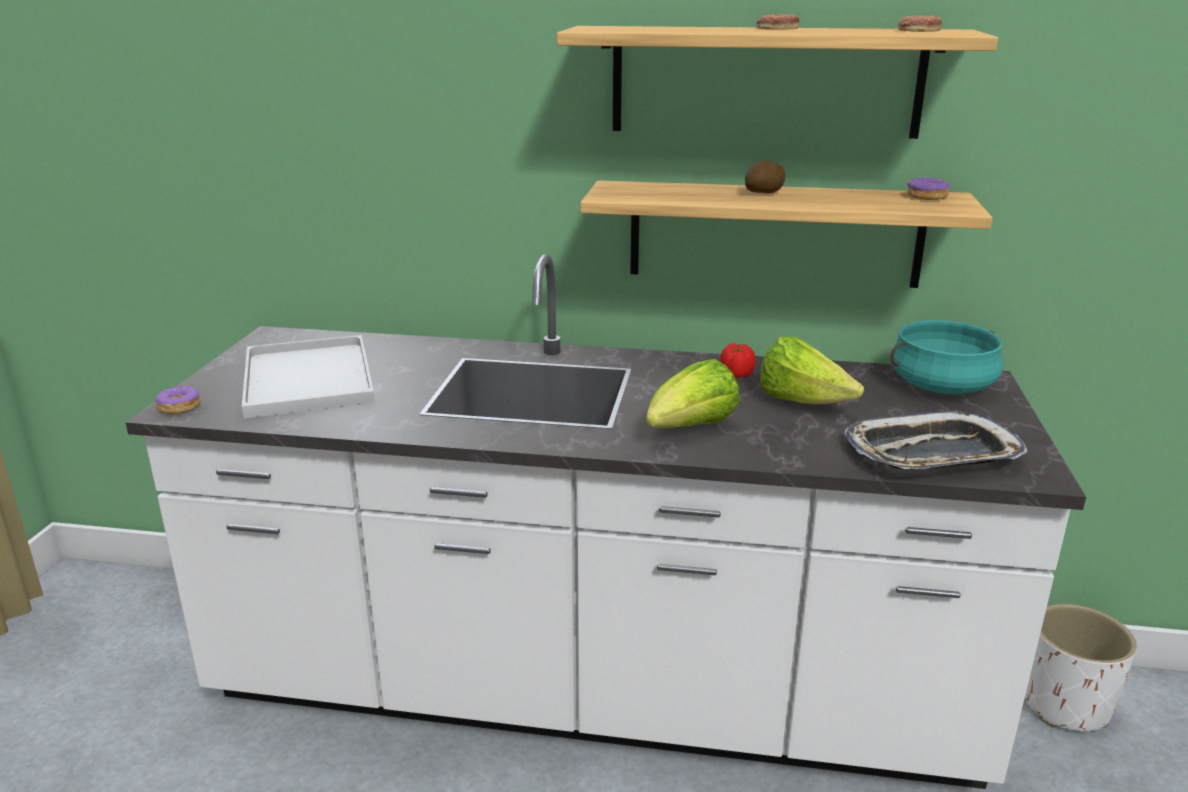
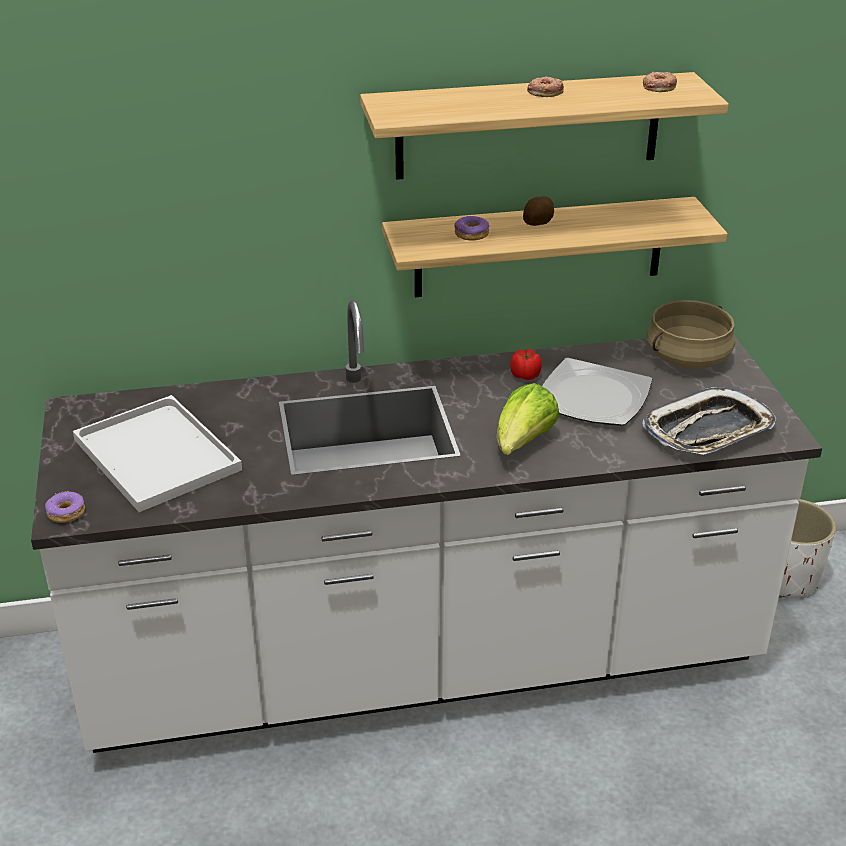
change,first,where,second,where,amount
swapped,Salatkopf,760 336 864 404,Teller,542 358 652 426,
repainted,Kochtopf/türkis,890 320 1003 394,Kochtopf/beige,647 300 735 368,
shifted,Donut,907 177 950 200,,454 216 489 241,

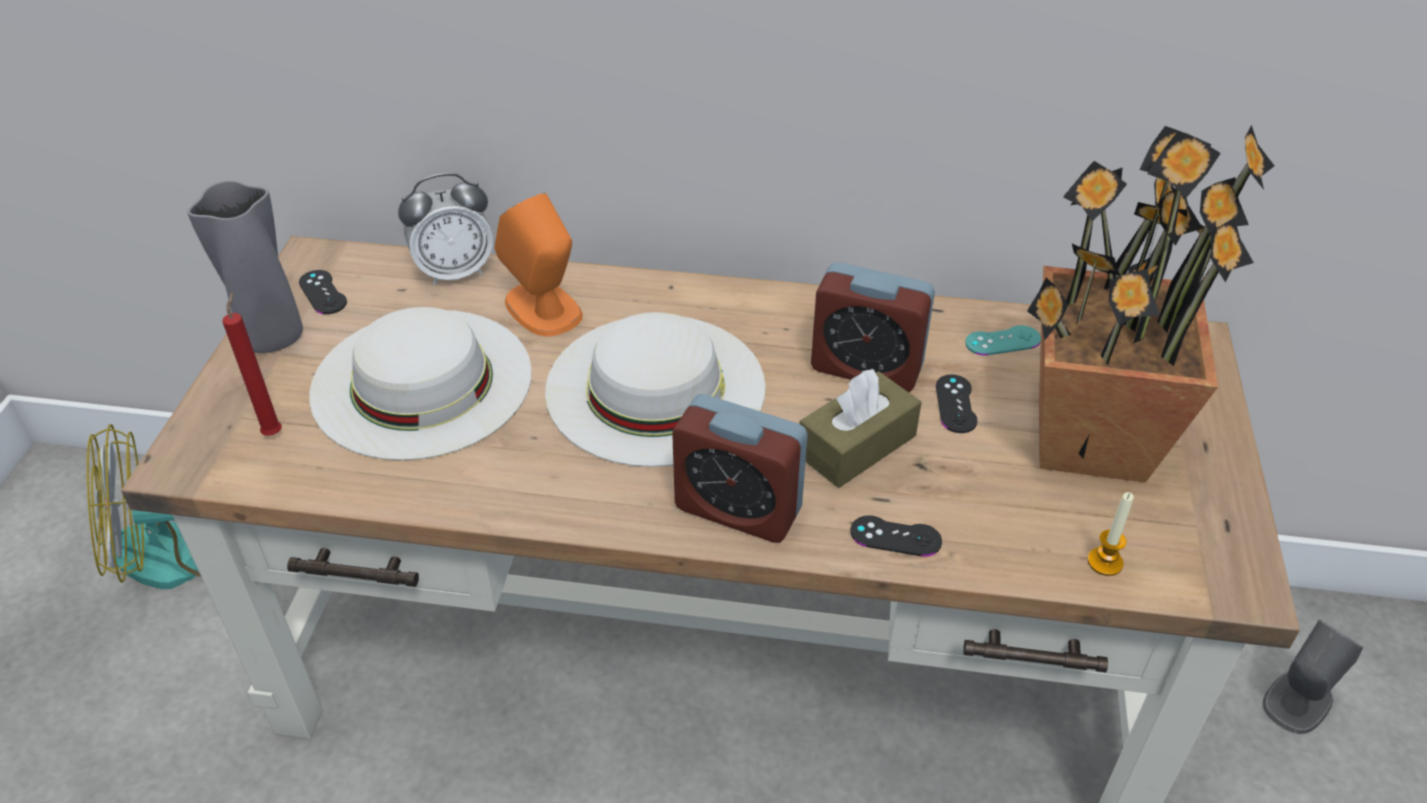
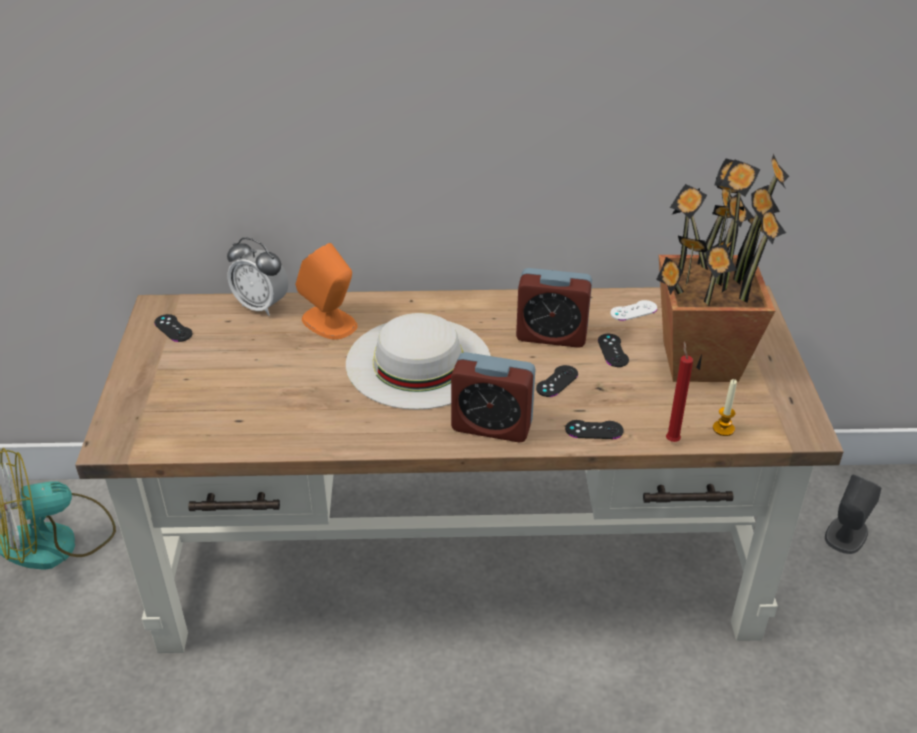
change,first,where,second,where,amount
gone,Vase/grau,187 181 303 353,,,
shifted,Kerze/rot,222 292 282 436,,666 341 693 442,
gone,Hut/weiß,309 307 532 460,,,
rotated,Wecker,398 173 493 285,,227 237 288 316,60 degrees clockwise
swapped,Taschentuchbox/braun,799 369 921 488,Gamepad/schwarz,536 365 578 397,
repainted,Gamepad/türkis,965 325 1041 356,Gamepad/weiß,610 300 657 321,

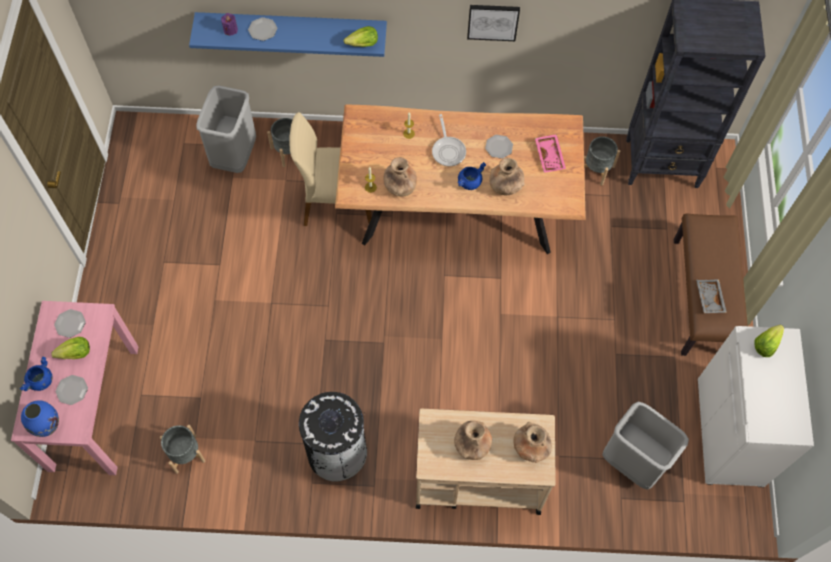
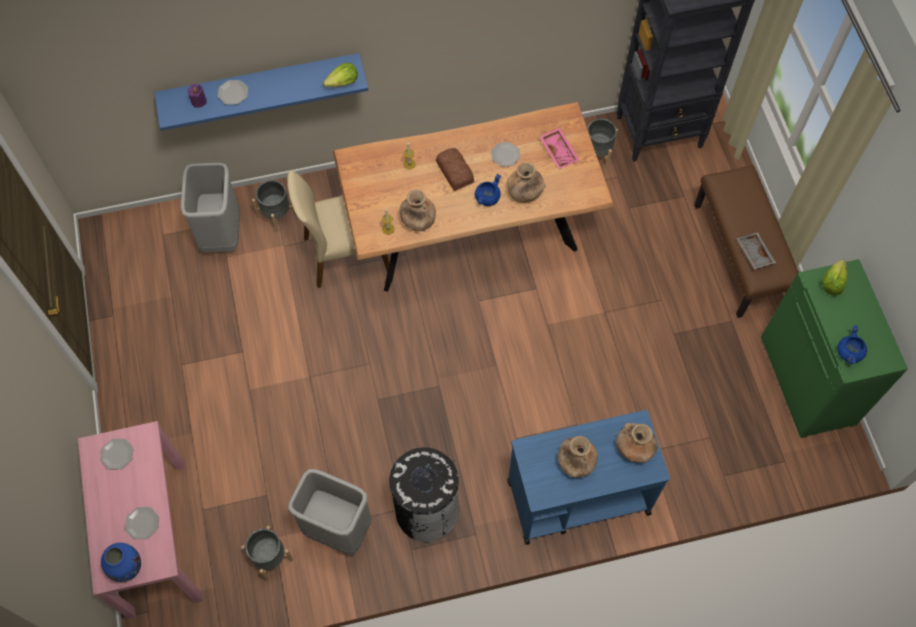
change,first,where,second,where,amount
shifted,Kochtopf/blau,20 356 53 391,,837 325 867 365,
gone,Salatkopf,51 337 90 359,,,
repainted,Rollwagen/beige,416 409 556 515,Rollwagen/blau,507 410 670 545,
swapped,Pfanne,432 114 466 167,Brot,436 148 474 191,
gone,Bild,467 5 520 41,,,
shifted,Mülleimer/grau,602 402 689 490,,288 469 371 554,
repainted,Schrank/weiß,698 326 814 487,Schrank/grün,761 259 908 438,

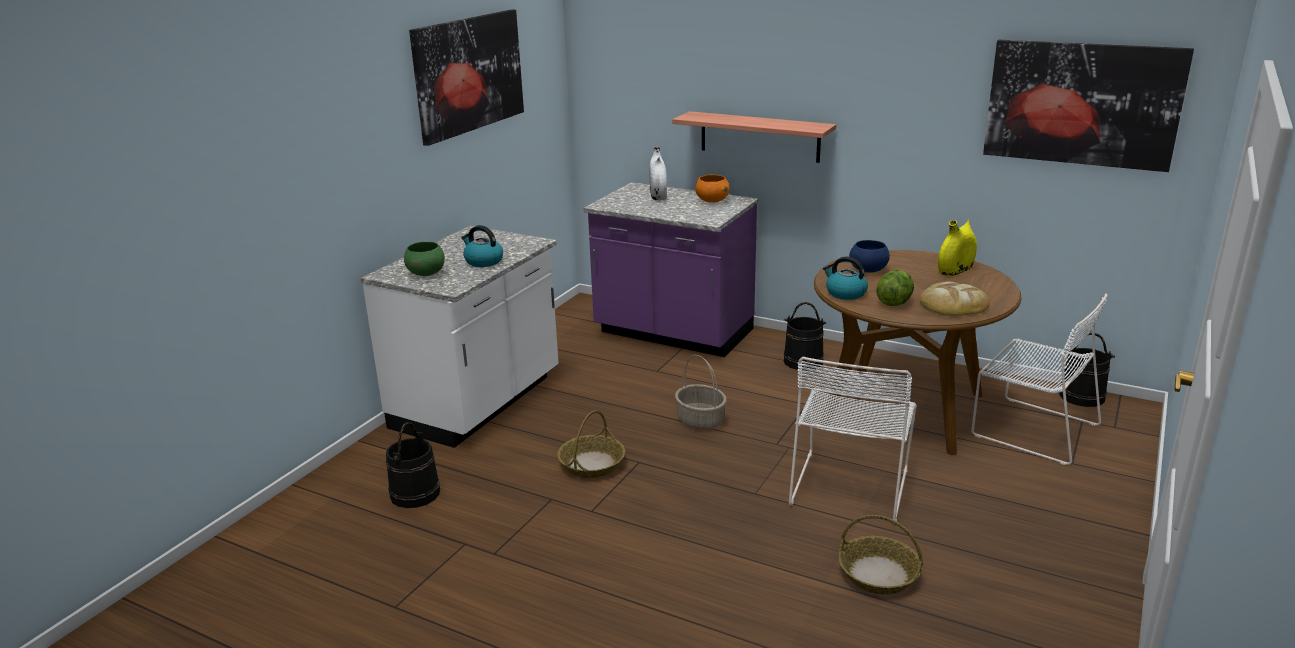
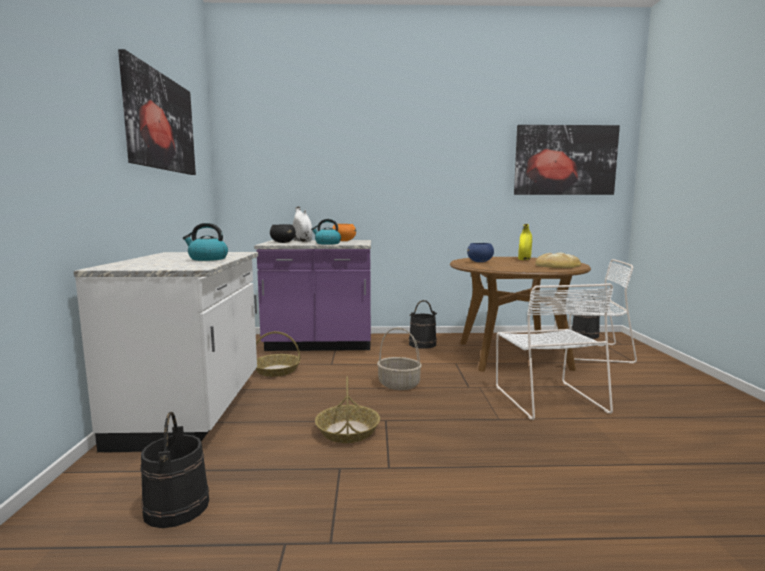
change,first,where,second,where,amount
gone,Schüssel/grün,404 242 445 276,,,
gone,Wandregal,672 111 836 163,,,
shifted,Wasserkessel,823 257 868 300,,311 219 341 245,
shifted,Korb,838 515 923 595,,256 331 301 377,
gone,Salatkopf,876 270 914 306,,,
new,,,Schüssel/schwarz,270 224 296 243,

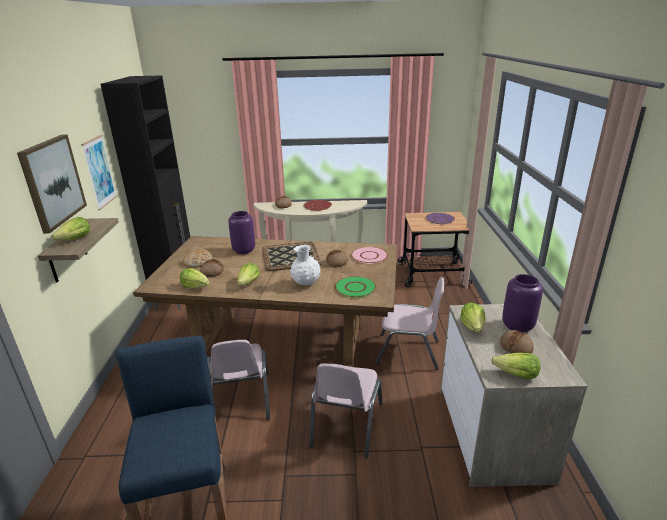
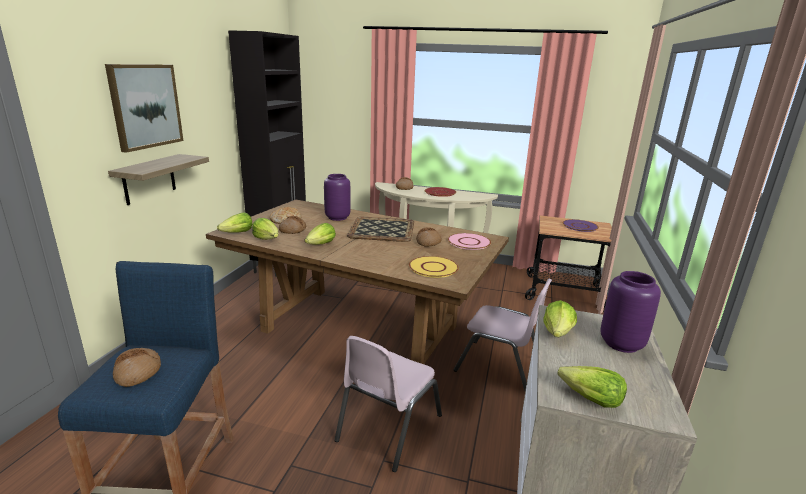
change,first,where,second,where,amount
shifted,Salatkopf,51 217 90 240,,217 212 252 233,
gone,Bild,81 135 117 210,,,
gone,Stuhl/rosa,207 340 270 423,,,
gone,Vase/weiß,290 245 321 285,,,
repainted,Teller/grün,335 276 376 298,Teller/gelb,409 256 459 278,
shifted,Brot,500 330 534 354,,113 348 161 387,

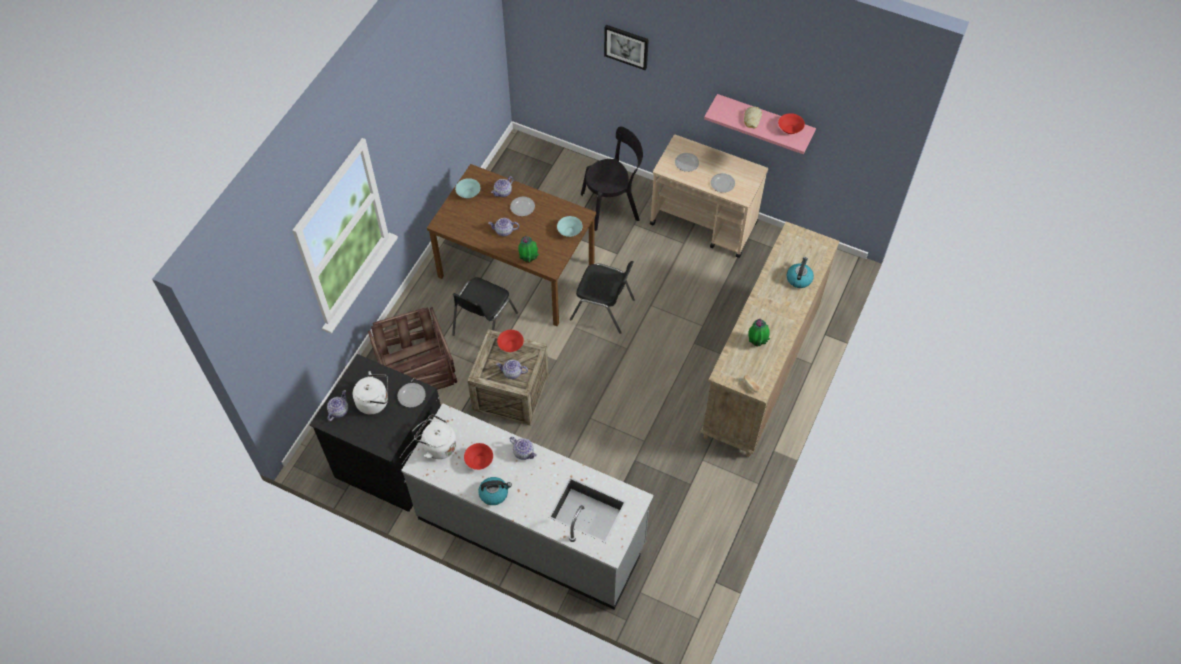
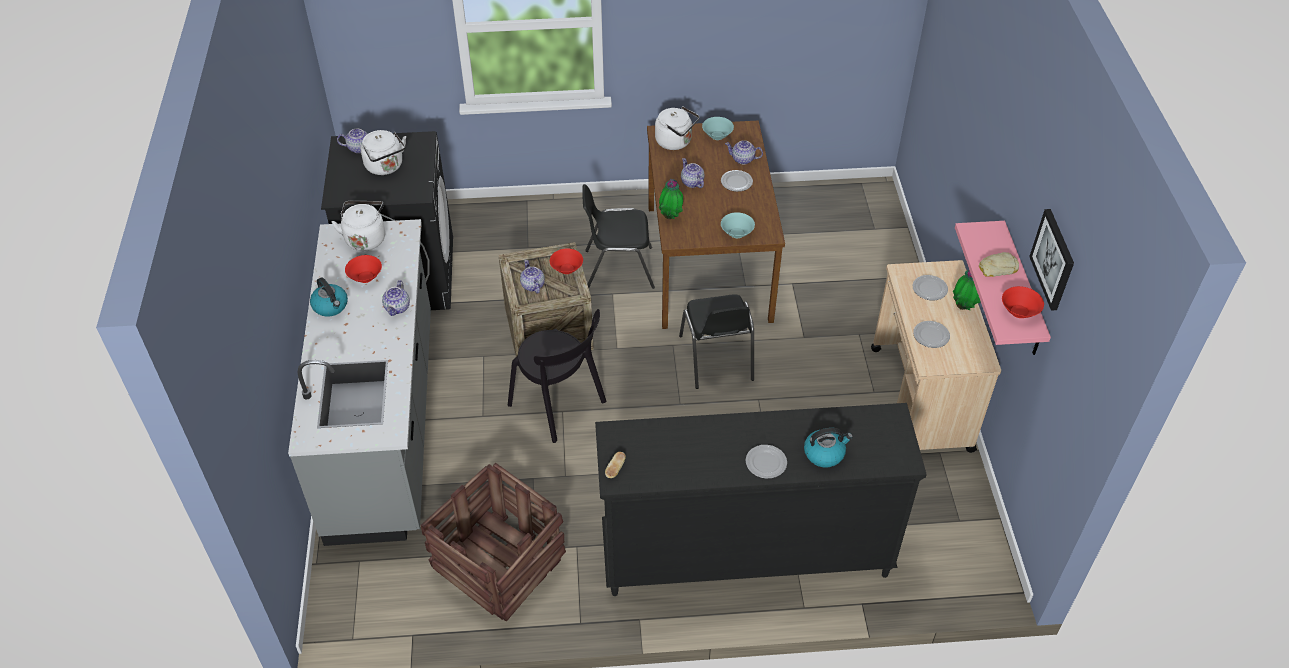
change,first,where,second,where,amount
shifted,Kiste,368 307 457 390,,421 463 566 622,
shifted,Teller,398 383 426 408,,746 445 787 479,
shifted,Stuhl/schwarz,581 126 643 231,,508 309 606 443,
shifted,Bild,604 25 649 70,,1029 209 1074 311,
repainted,Kommode/beige,700 221 840 457,Kommode/schwarz,595 403 927 596,
shifted,Topfpflanze,748 319 770 346,,953 270 981 310,
new,,,Wasserkessel/weiß,655 106 699 150,

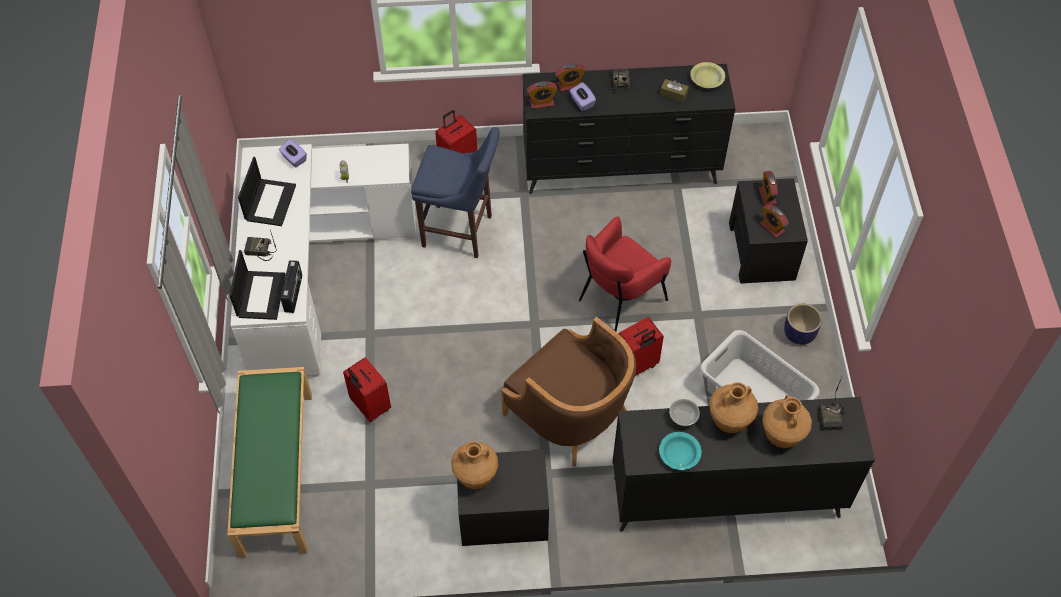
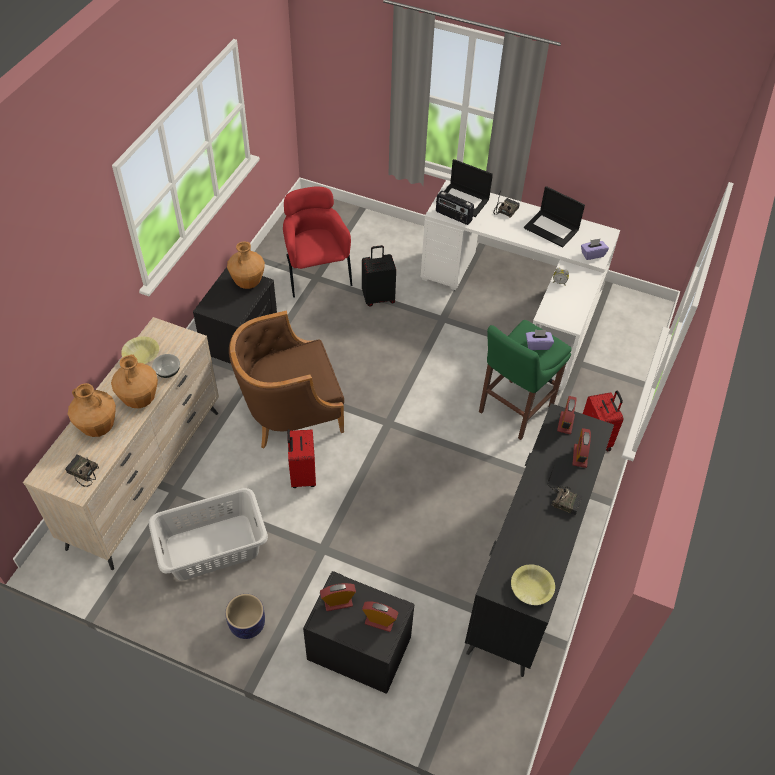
change,first,where,second,where,amount
gone,Bank/grün,227 367 312 558,,,
repainted,Koffer/rot,343 357 391 422,Koffer/schwarz,362 245 396 307,
repainted,Hocker/blau,411 127 500 258,Hocker/grün,479 320 572 440,
shifted,Taschentuchbox/lila,570 82 596 111,,526 330 554 350,
shifted,Sessel/rot,579 217 671 332,,283 186 352 298,
repainted,Kommode/schwarz,612 397 875 532,Kommode/beige,23 317 219 570,
repainted,Schüssel/türkis,659 432 701 470,Schüssel/gelb,121 336 159 364,
gone,Taschentuchbox/braun,660 79 689 102,,,

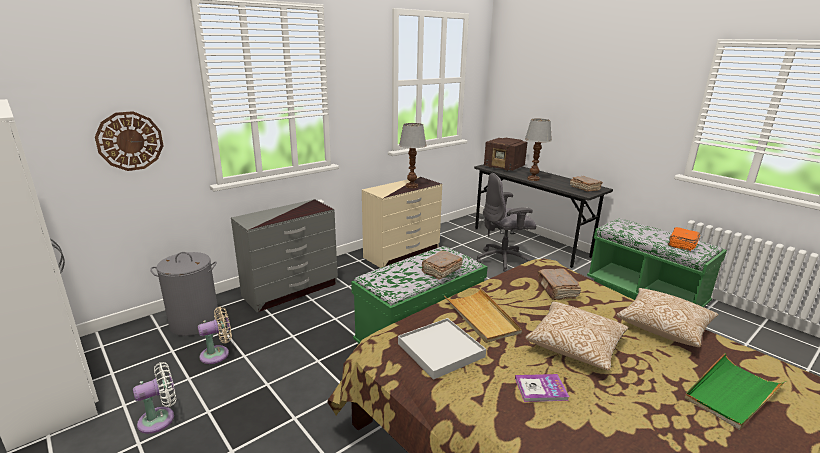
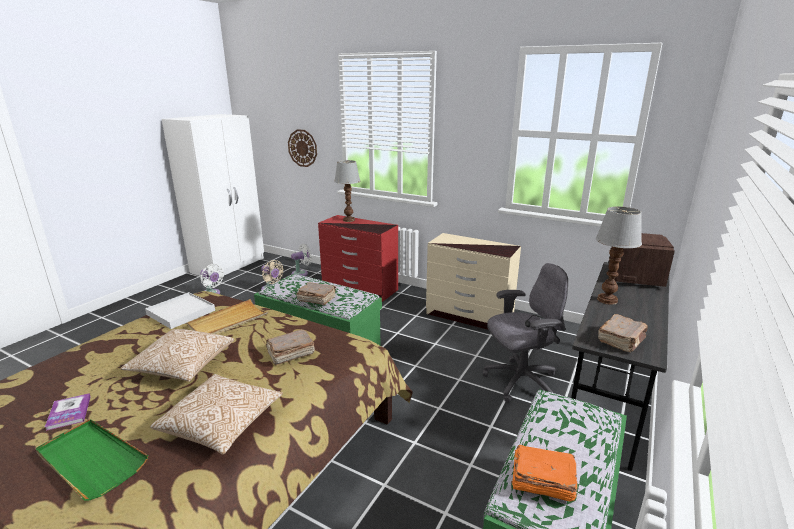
change,first,where,second,where,amount
swapped,Wäschekorb/grau,150 252 219 336,Ventilator/weiß,291 244 312 276,
repainted,Kommode/grau,231 199 338 312,Kommode/rot,318 215 398 302,
shifted,Tischlampe,399 123 427 188,,334 160 360 222,
rotated,Bürostuhl/grau,477 173 536 272,,483 263 568 403,105 degrees clockwise
shifted,Buch,515 374 569 402,,45 393 91 431,

